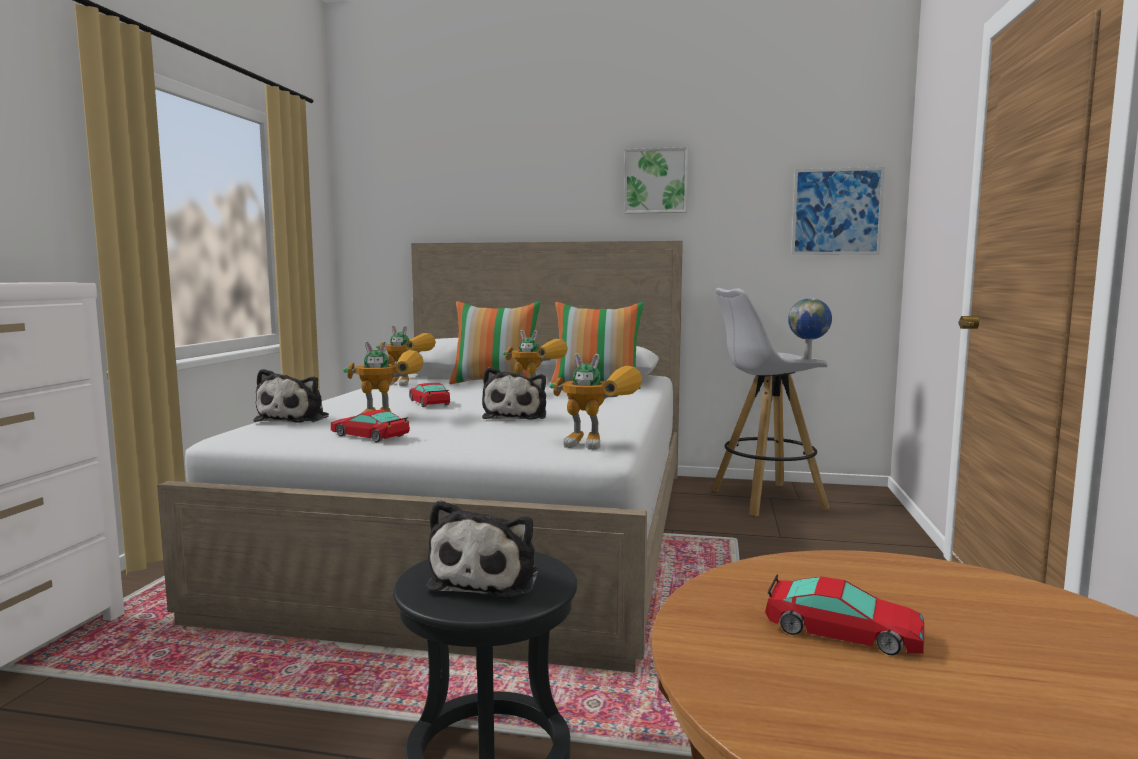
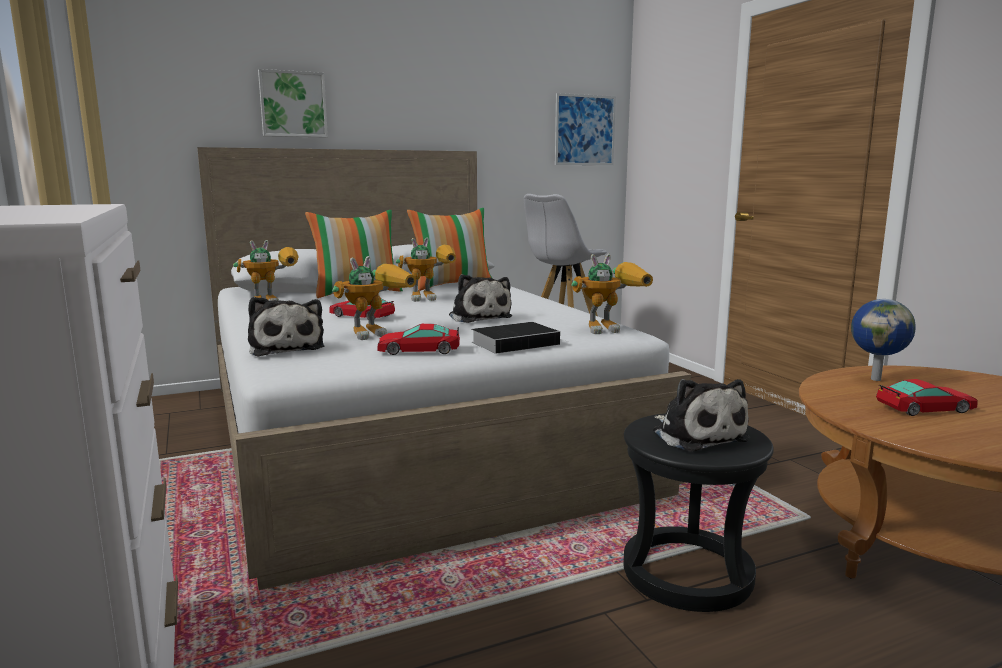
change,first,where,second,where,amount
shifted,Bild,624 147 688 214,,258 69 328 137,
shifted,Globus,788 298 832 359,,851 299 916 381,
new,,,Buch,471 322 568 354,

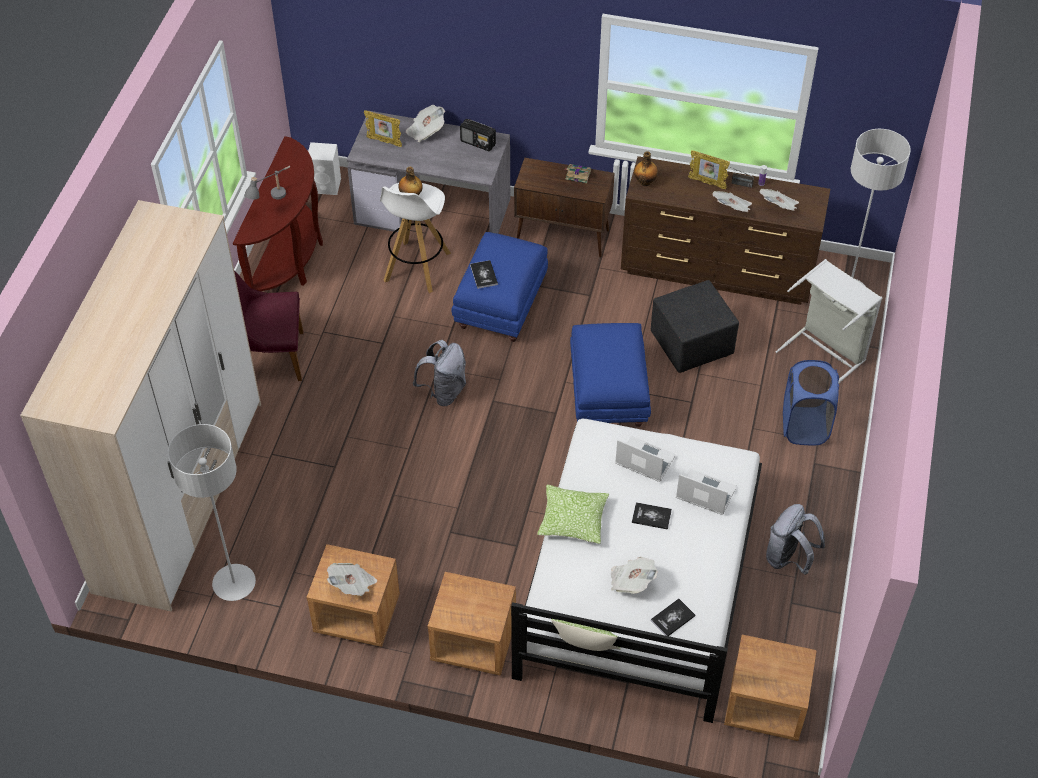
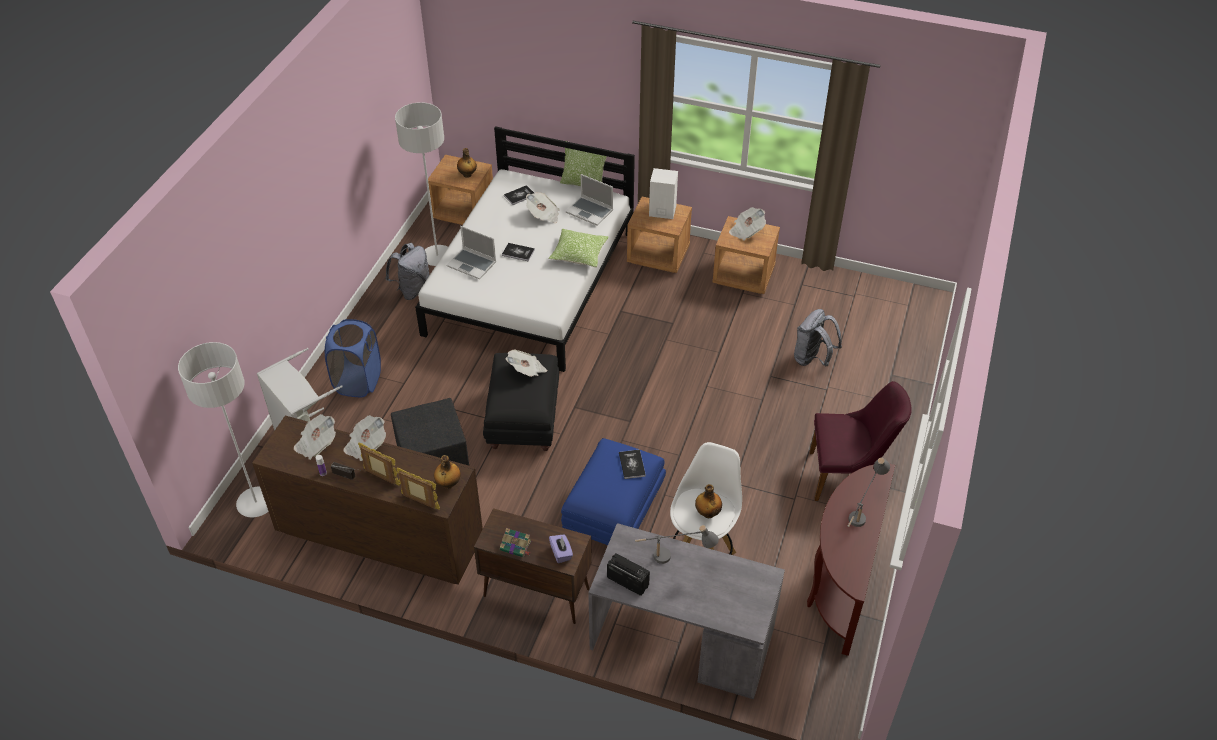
change,first,where,second,where,amount
gone,Kleiderschrank,20 200 261 611,,,
shifted,Stehlampe/grau,168 424 256 601,,395 102 448 266,
shifted,Lautsprecher/weiß,308 142 341 195,,649 168 678 219,
shifted,Bilderrahmen,364 110 402 147,,396 467 440 509,
shifted,Zeitung,406 105 445 142,,505 350 547 377,
shifted,Rucksack/grau,413 340 466 406,,794 309 842 366,
repainted,Polsterhocker/blau,570 323 651 427,Polsterhocker/schwarz,483 353 559 451,
shifted,Laptop,615 436 676 482,,566 174 613 226,
new,,,Flasche,457 148 477 178,
new,,,Taschentuchbox/lila,549 534 573 563,
new,,,Tischlampe/grau,635 525 719 564,

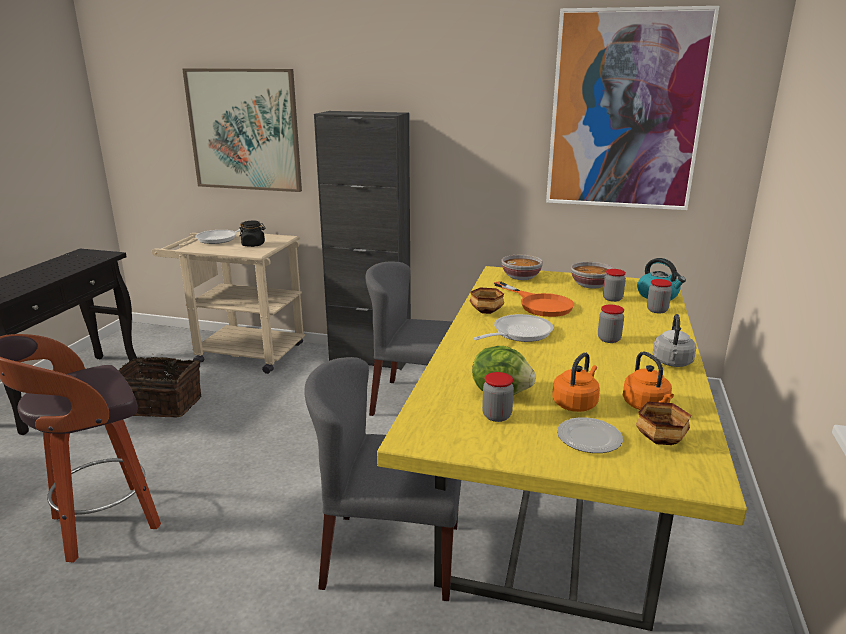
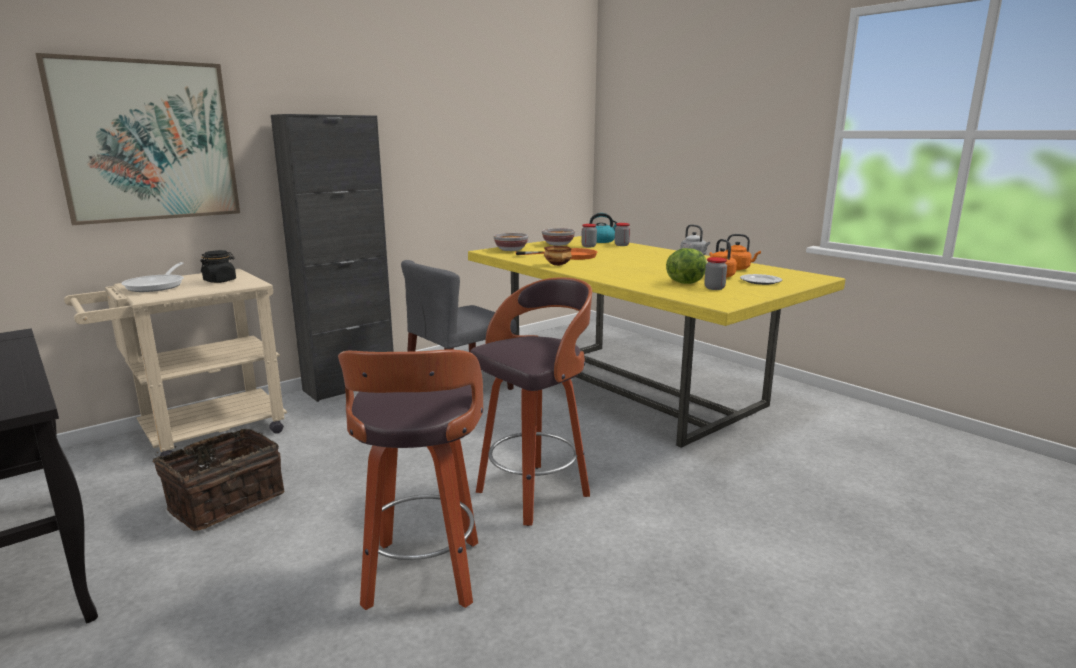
change,first,where,second,where,amount
gone,Stuhl/grau,304 357 461 601,,,
gone,Pfanne,473 314 553 342,,,
gone,Bild,546 6 719 210,,,
gone,Vorratsglas,598 305 624 343,,,
gone,Schüssel,636 402 691 445,,,
new,,,Hocker,470 278 592 526,

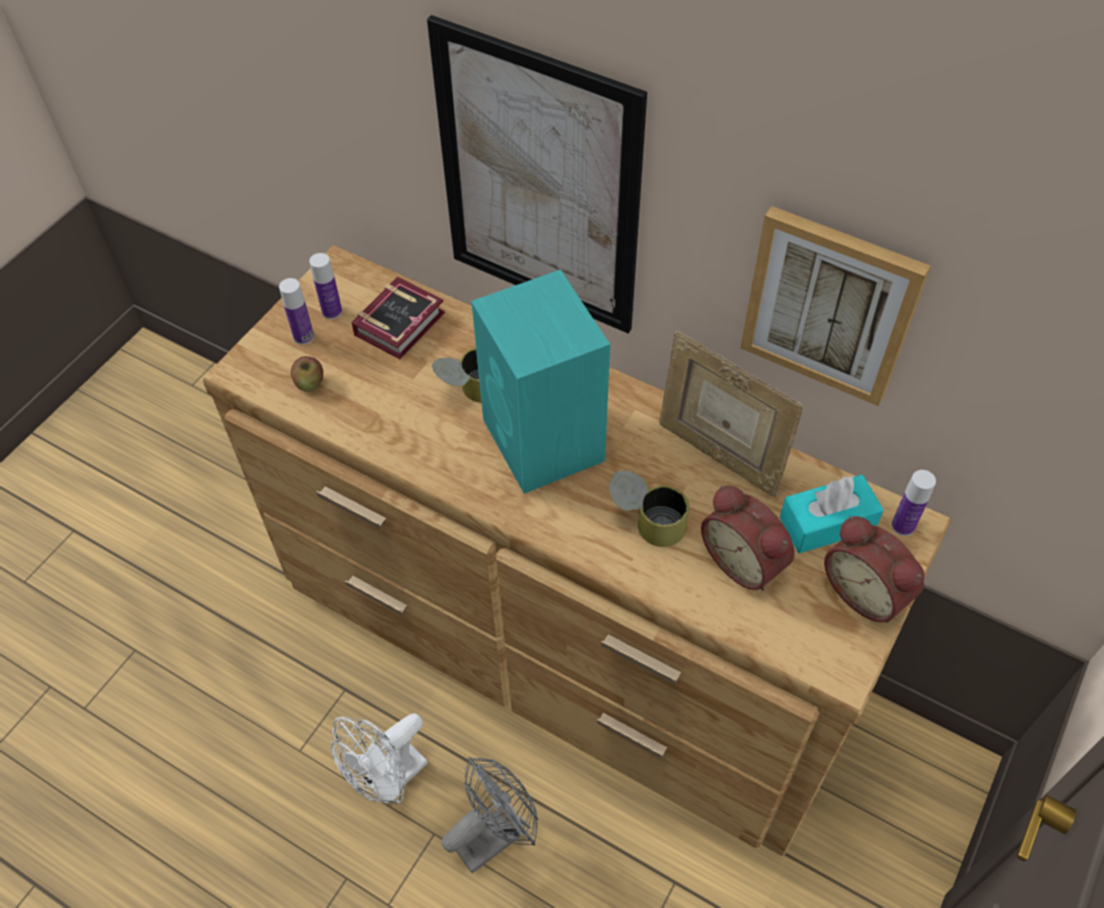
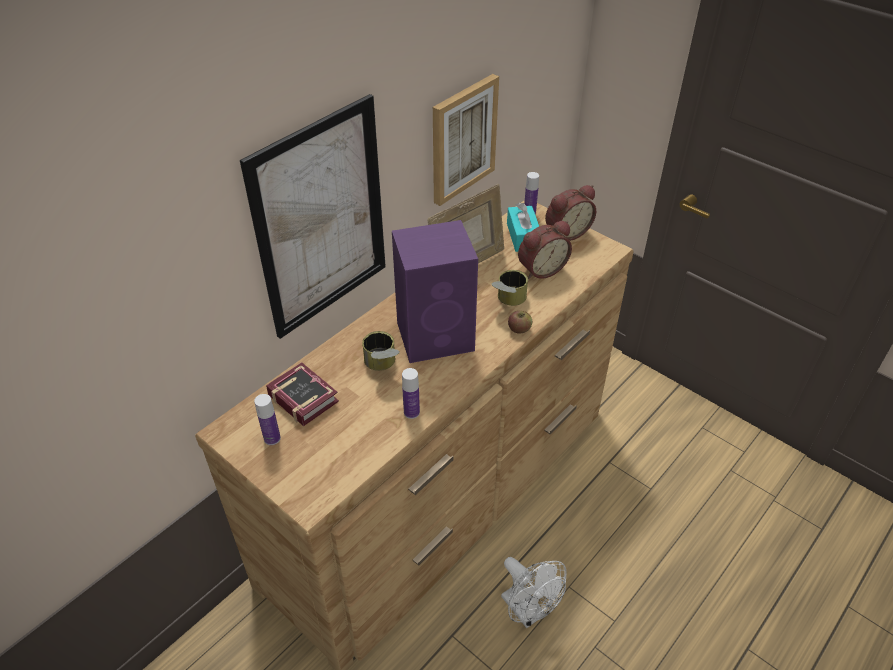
change,first,where,second,where,amount
shifted,Flasche,279 278 314 345,,402 368 420 419,
shifted,Apfel,291 356 323 392,,508 311 532 333,
gone,Ventilator/grau,442 757 538 873,,,
repainted,Lautsprecher/türkis,471 270 610 494,Lautsprecher/lila,392 220 478 363,

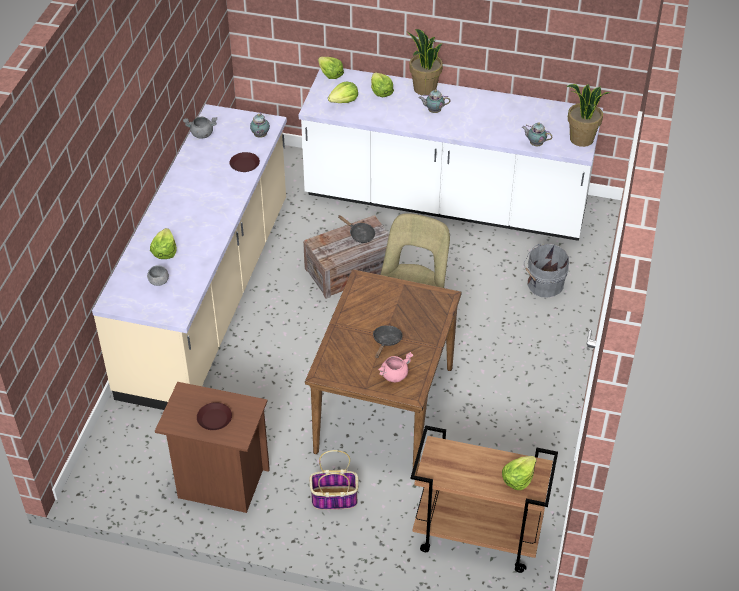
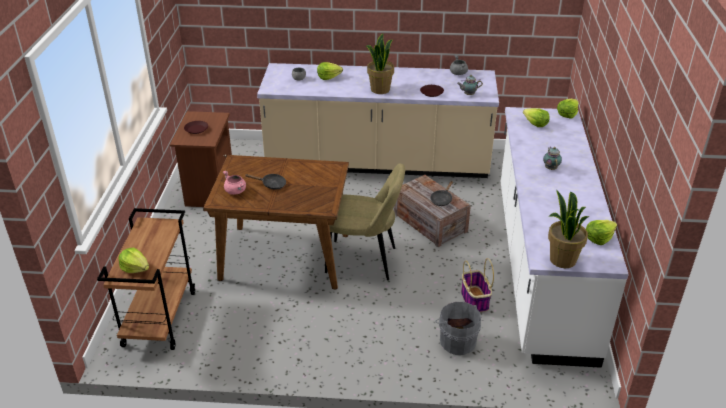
change,first,where,second,where,amount
shifted,Korb,309 450 358 510,,461 258 494 312,
shifted,Salatkopf,371 72 394 97,,586 220 617 245,
shifted,Topfpflanze,408 29 443 95,,365 33 394 94,
gone,Teekanne,522 122 553 146,,,

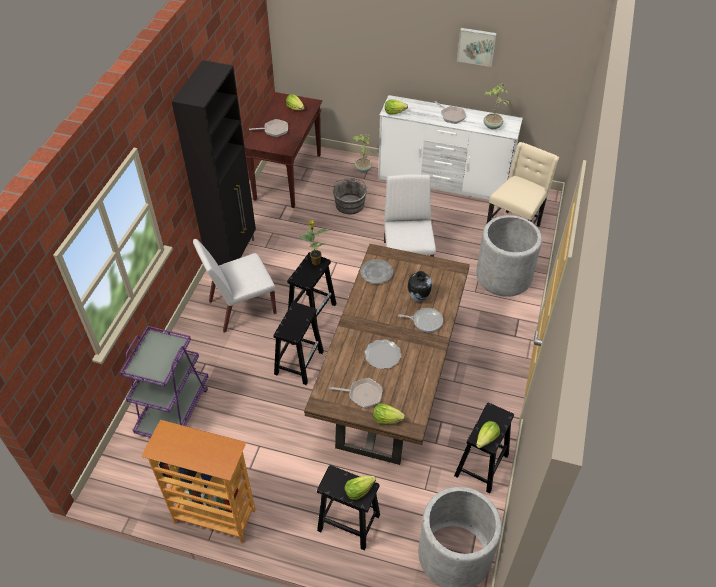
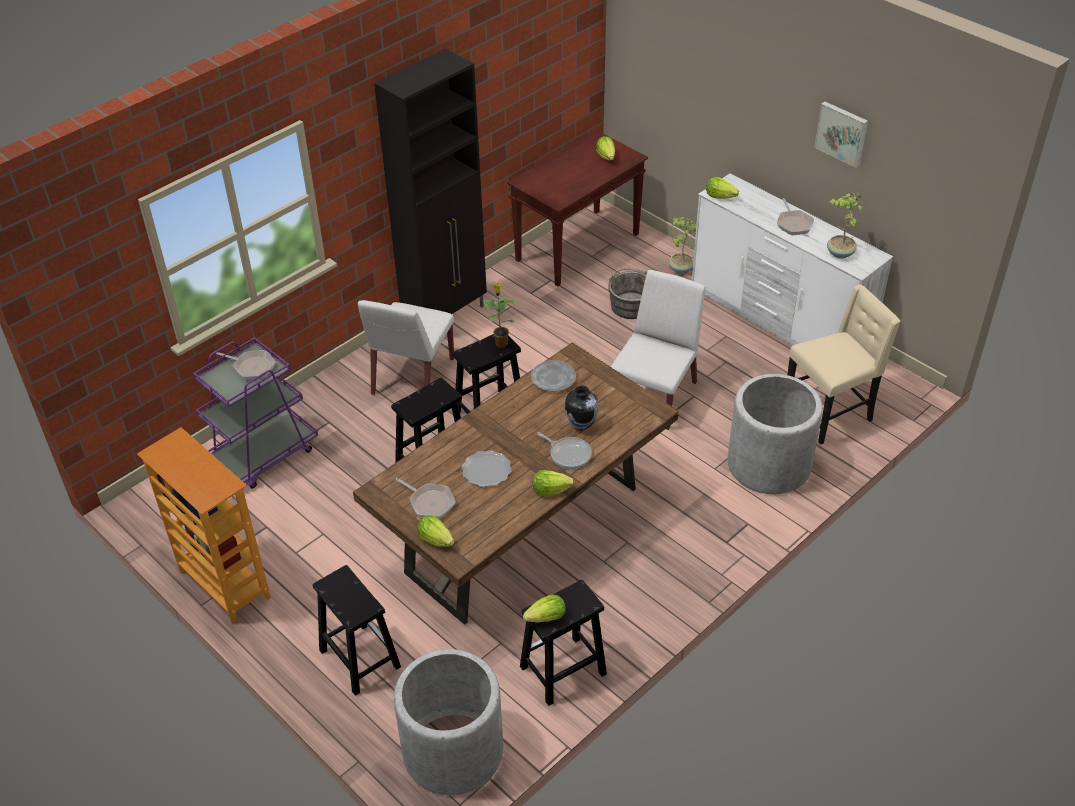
change,first,where,second,where,amount
rotated,Stuhl/weiß,193 239 277 332,,358 300 454 395,75 degrees counterclockwise
shifted,Pfanne,249 119 288 137,,216 350 275 380,
shifted,Salatkopf,344 476 376 500,,533 470 574 496,

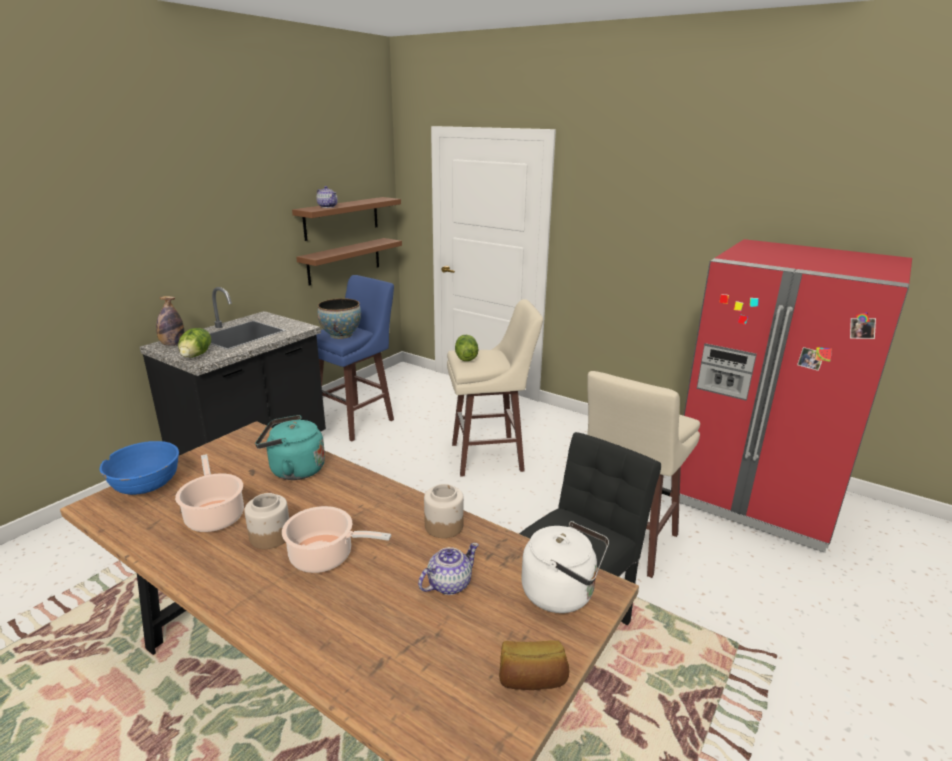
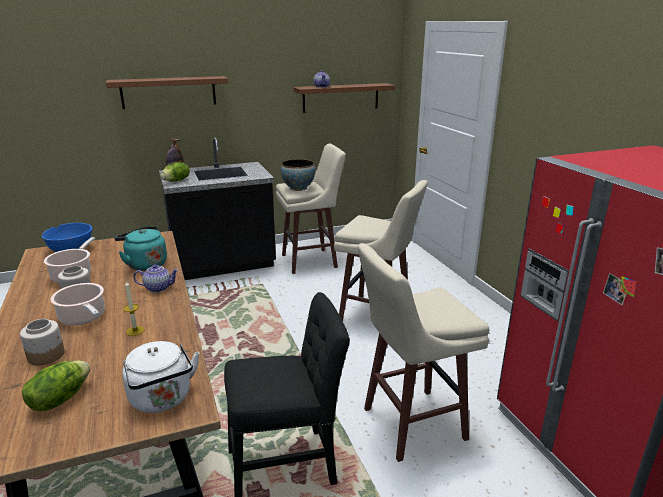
change,first,where,second,where,amount
shifted,Wandregal/braun,296 238 402 286,,106 76 228 109,
repainted,Hocker/blau,316 275 394 441,Hocker/beige,276 143 346 274,
shifted,Teekanne,418 543 479 595,,133 264 179 293,
shifted,Vorratsglas,424 484 464 538,,20 319 65 365,
shifted,Salatkopf,455 335 478 361,,22 360 90 411,
gone,Brot,499 640 569 690,,,
new,,,Kerze,123 281 144 336,

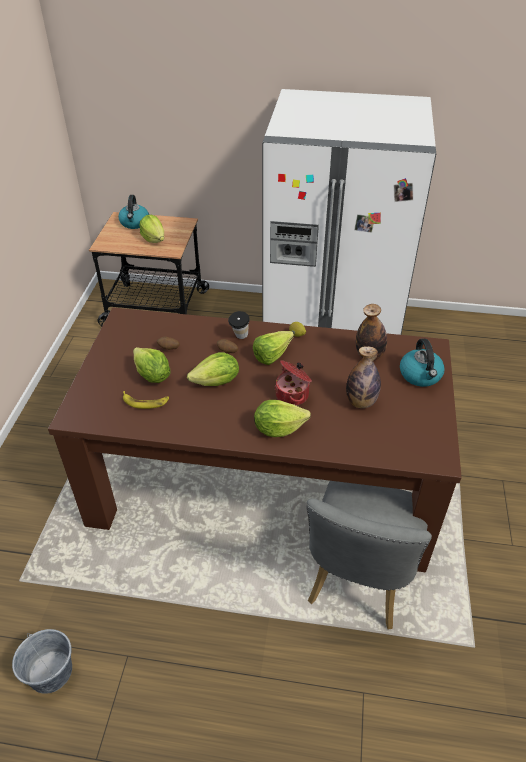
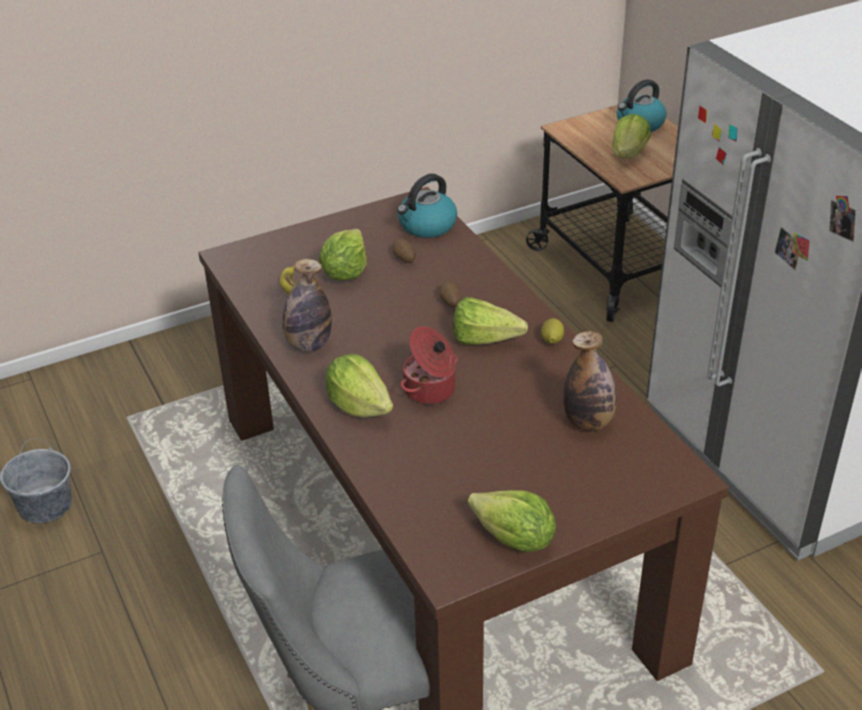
change,first,where,second,where,amount
shifted,Salatkopf,187 352 239 386,,468 490 556 552,
gone,Tasse,228 311 250 339,,,
shifted,Flasche,346 346 381 408,,282 259 332 352,
shifted,Wasserkessel,400 339 445 387,,397 174 457 238,

